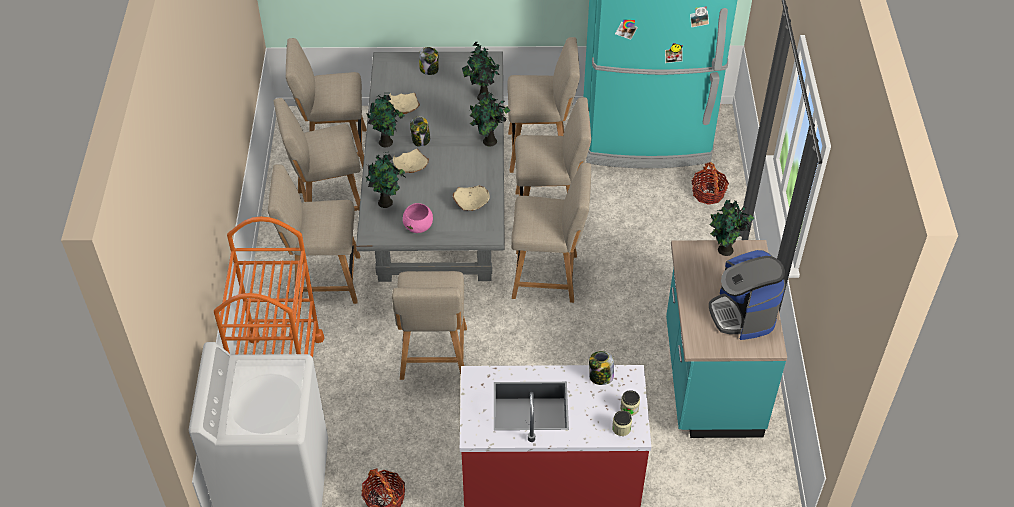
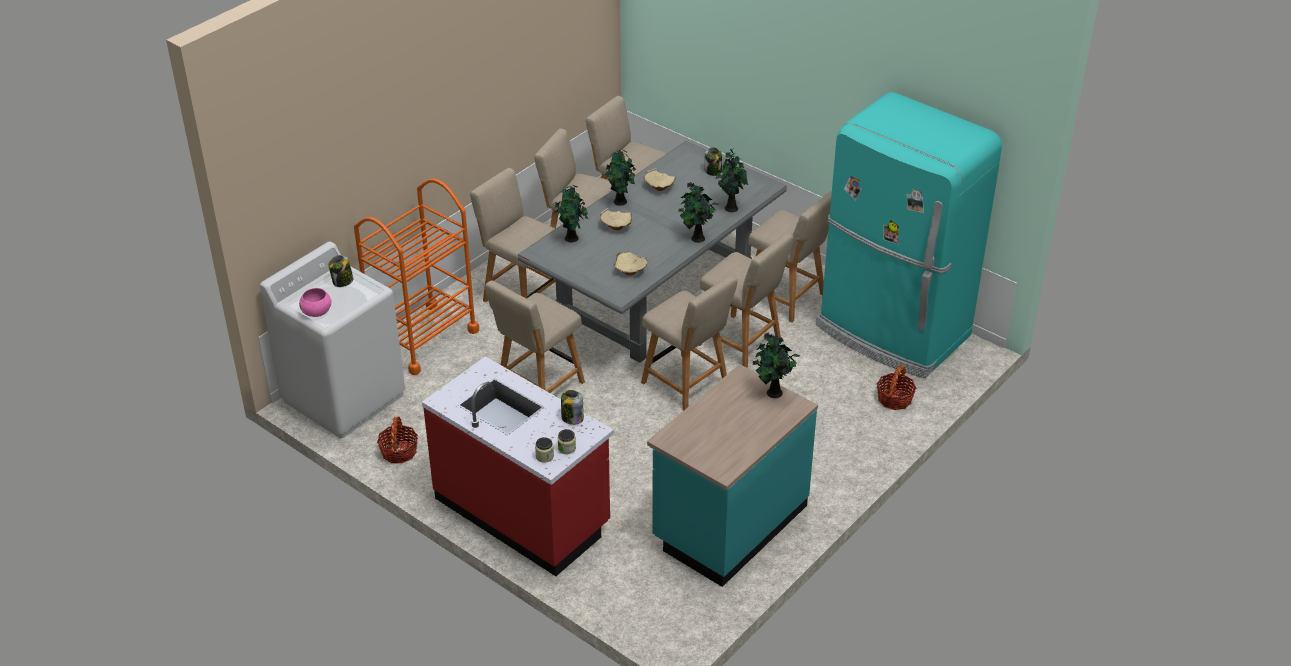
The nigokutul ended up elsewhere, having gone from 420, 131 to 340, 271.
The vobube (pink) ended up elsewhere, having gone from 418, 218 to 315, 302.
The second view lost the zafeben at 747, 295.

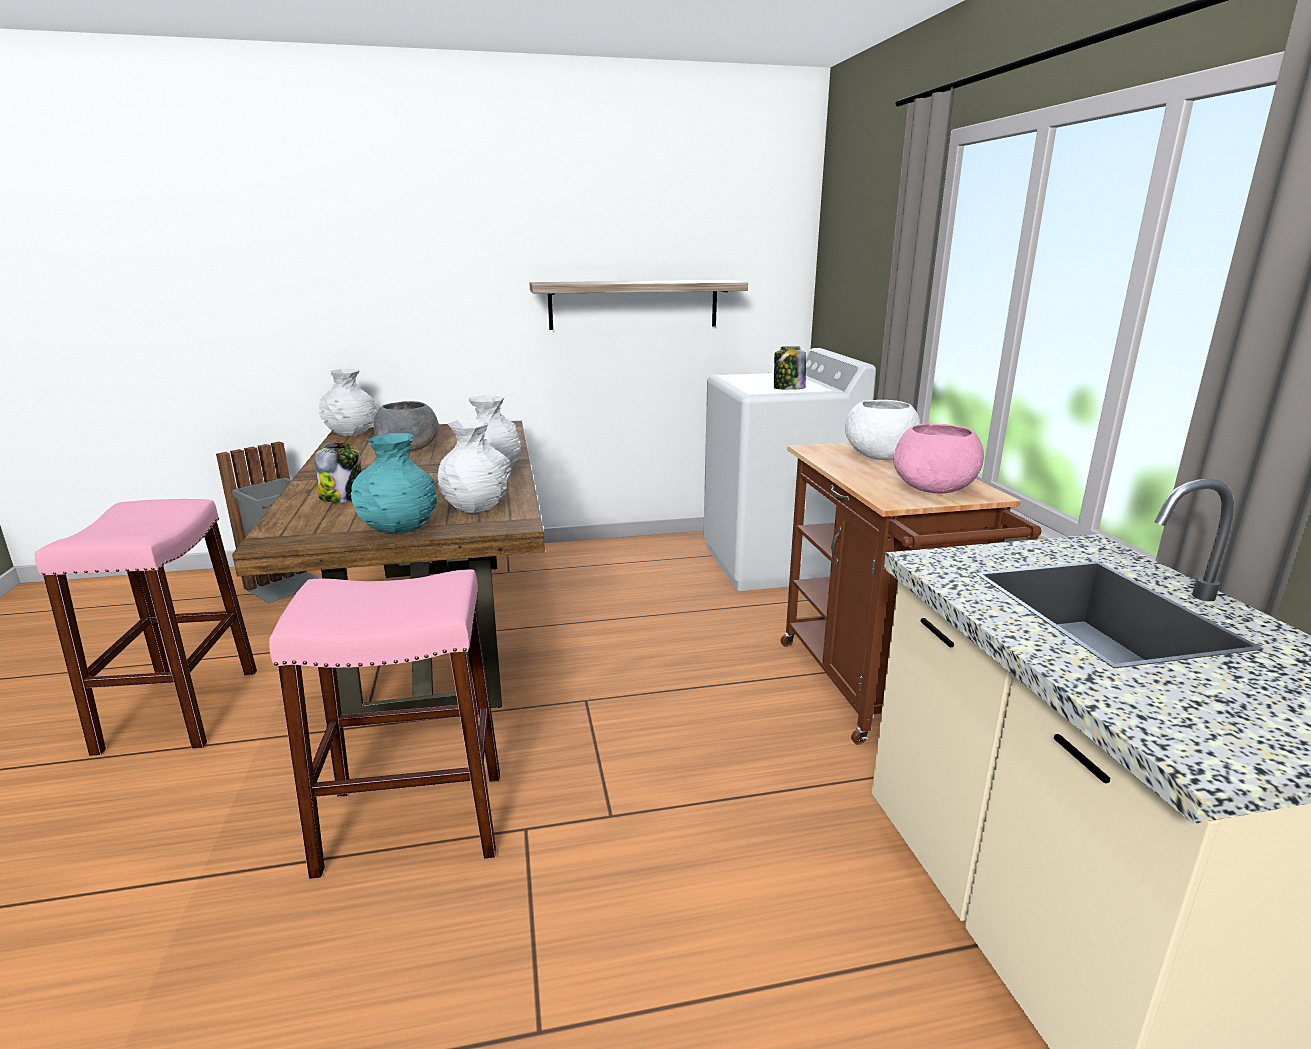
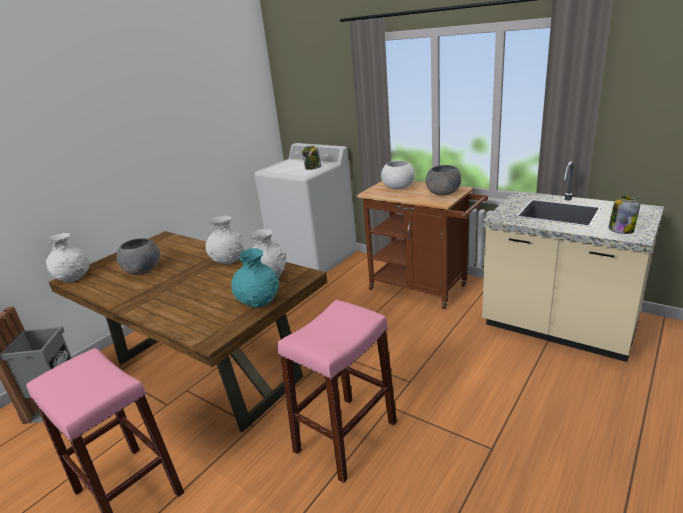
The second view lost the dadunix at 638, 305.
What was the vobube (pink) at 938, 459 turned into the vobube (grey) at 443, 180.
The nigokutul ended up elsewhere, having gone from 338, 472 to 624, 215.

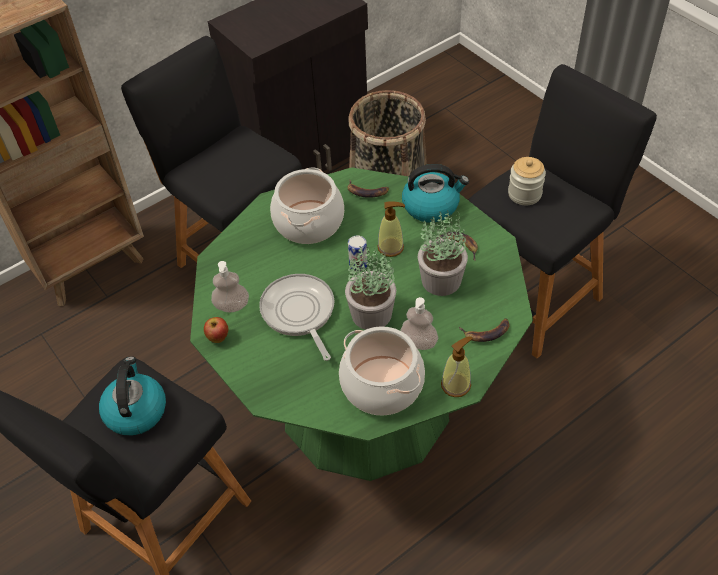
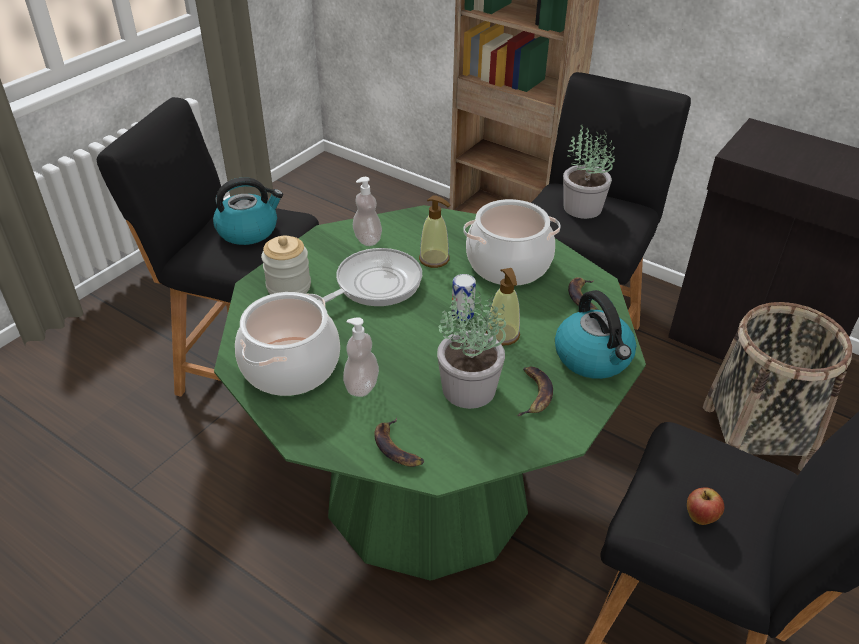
The nigokutul ended up elsewhere, having gone from 527, 181 to 286, 265.
The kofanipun ended up elsewhere, having gone from 370, 288 to 589, 172.
The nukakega ended up elsewhere, having gone from 216, 330 to 705, 506.
The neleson ended up elsewhere, having gone from 457, 366 to 434, 231.

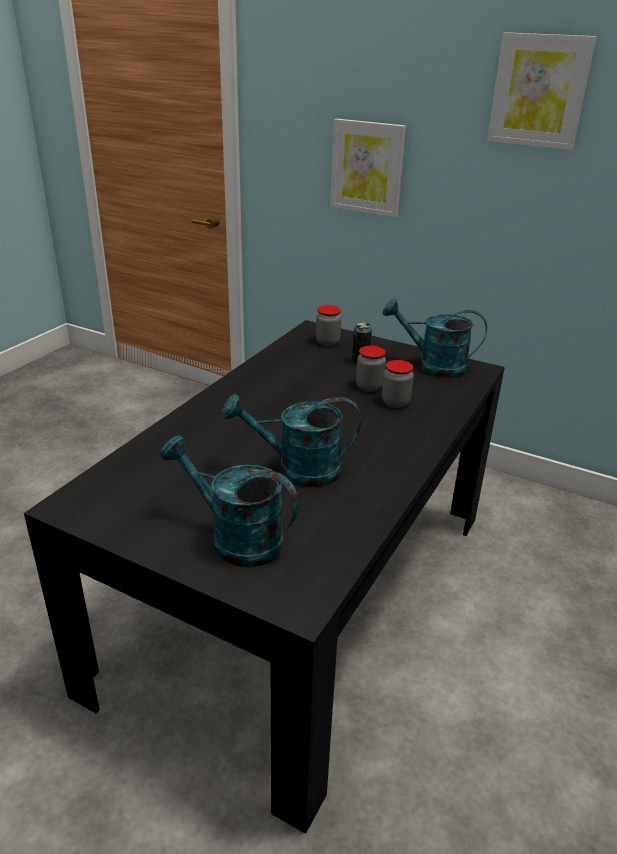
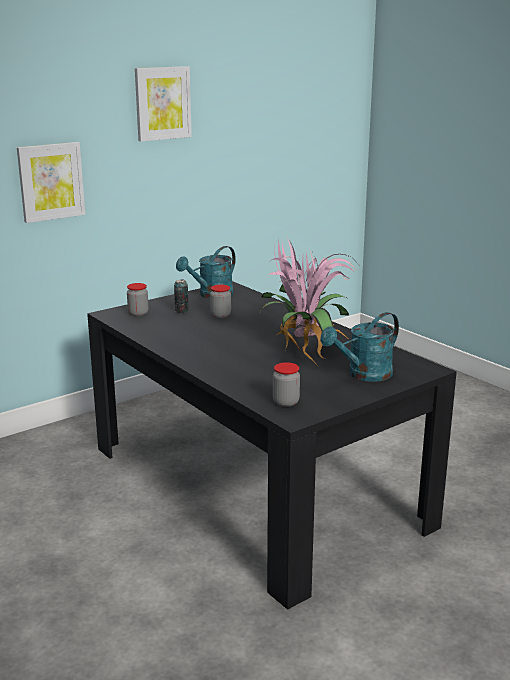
The nigokutul ended up elsewhere, having gone from 398, 384 to 286, 384.
Where the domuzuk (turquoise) stood at 291, 440, the kofanipun came to stand at 308, 301.

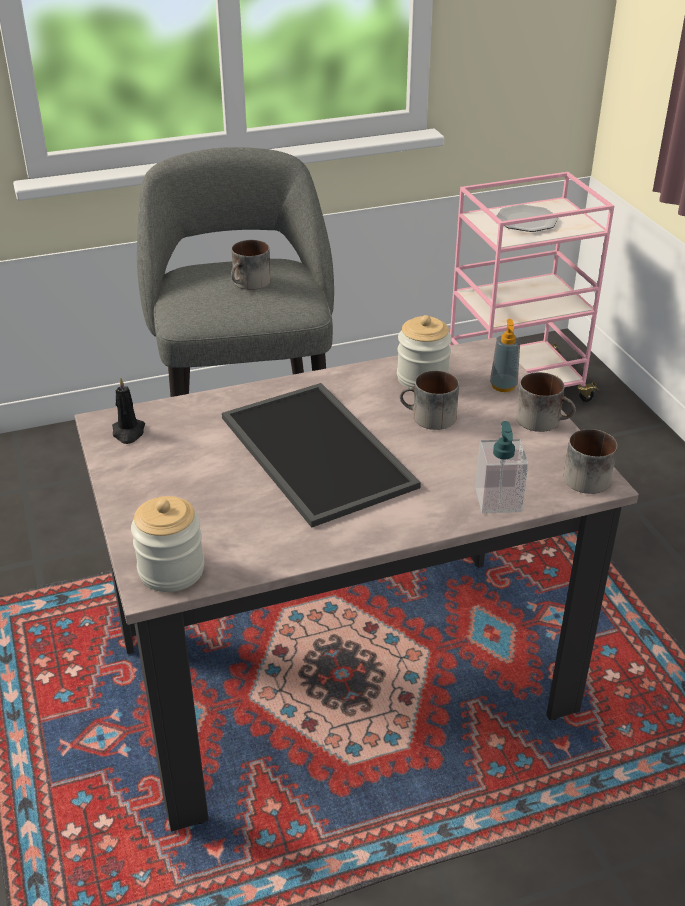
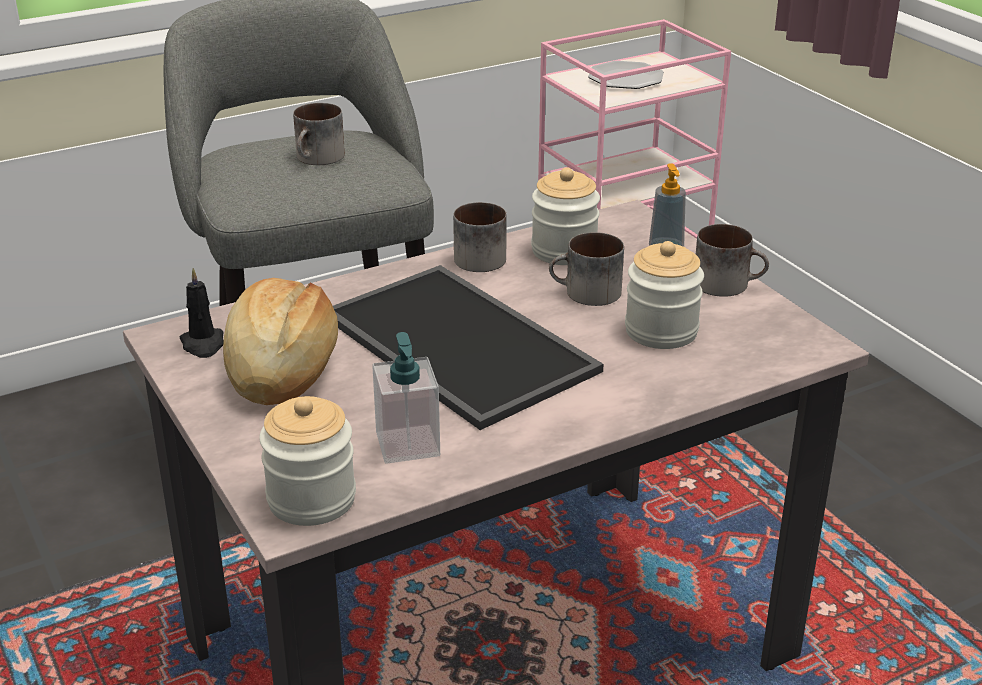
The neleson ended up elsewhere, having gone from 501, 467 to 406, 398.
The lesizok ended up elsewhere, having gone from 590, 461 to 480, 237.
The second view gained the nigokutul at 664, 295.
The second view gained the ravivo at 280, 341.

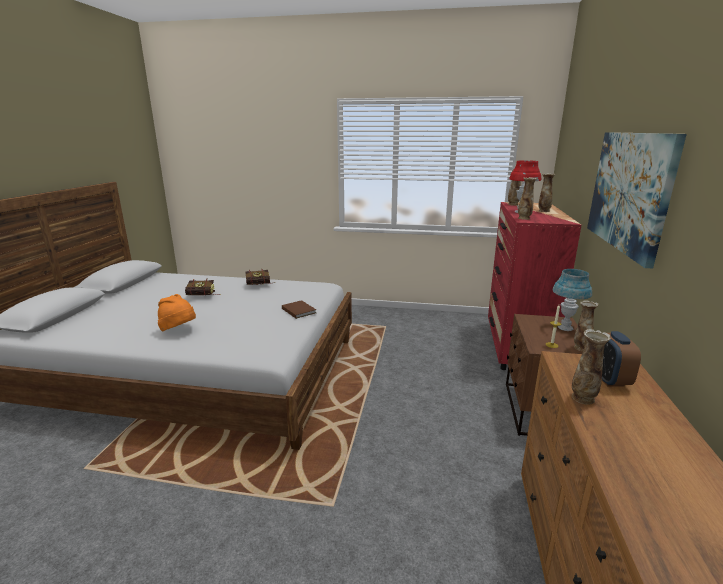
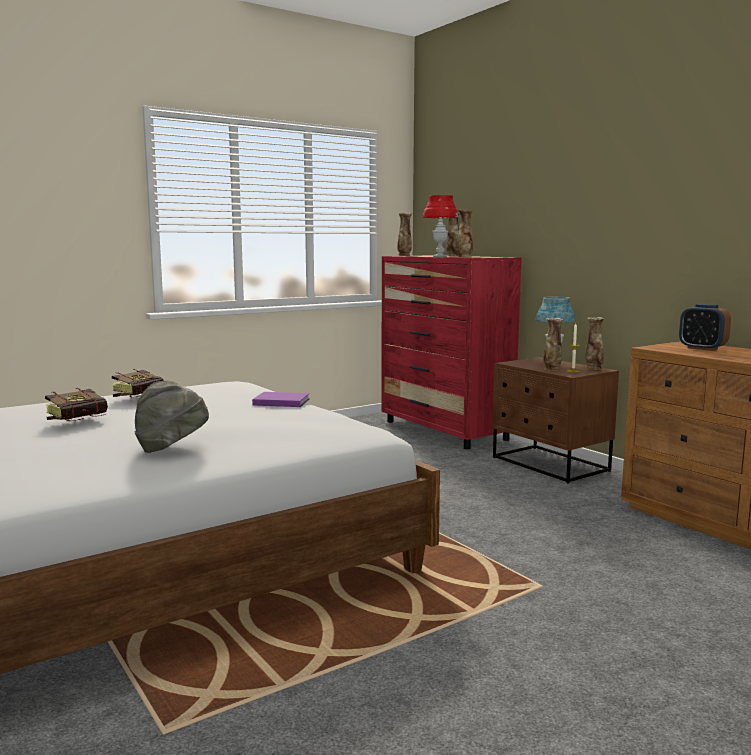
The second view lost the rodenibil at 637, 200.
What was the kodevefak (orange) at 177, 313 turned into the kodevefak (grey) at 172, 417.
What was the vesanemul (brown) at 299, 309 turned into the vesanemul (purple) at 281, 399.
The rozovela ended up elsewhere, having gone from 591, 367 to 553, 344.

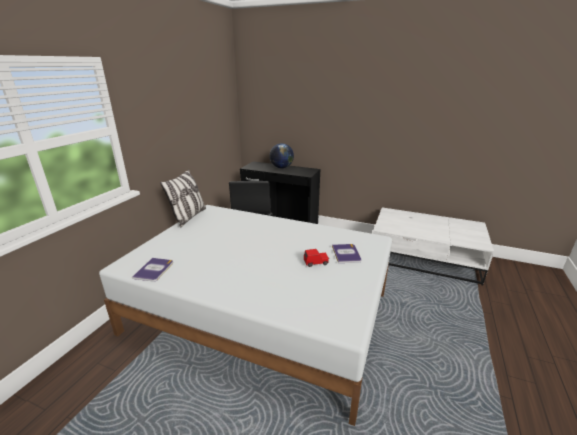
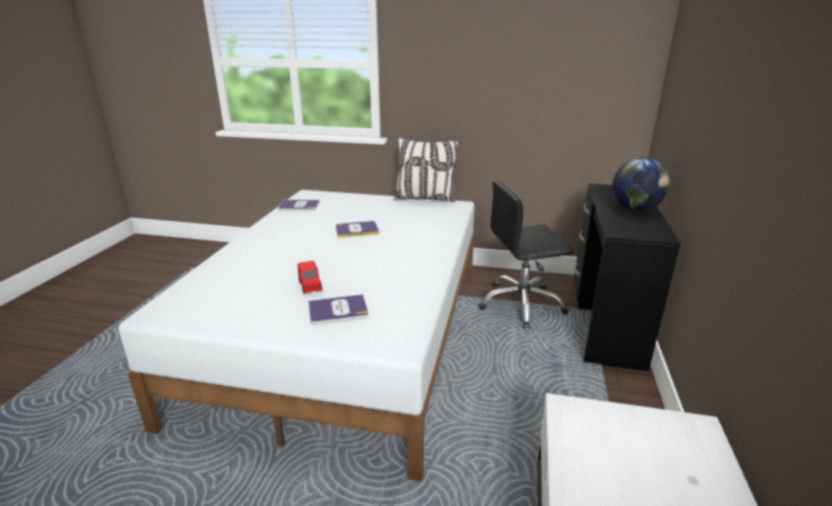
The second view gained the vesanemul at 357, 229.

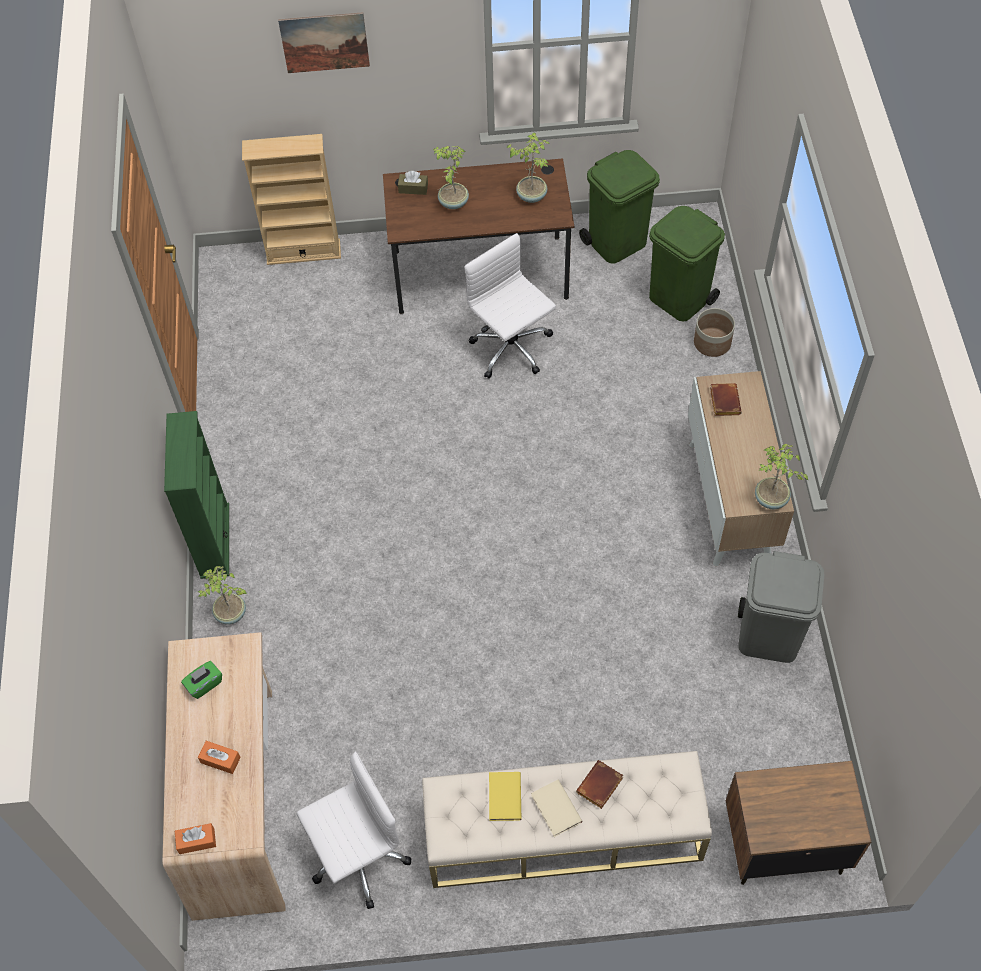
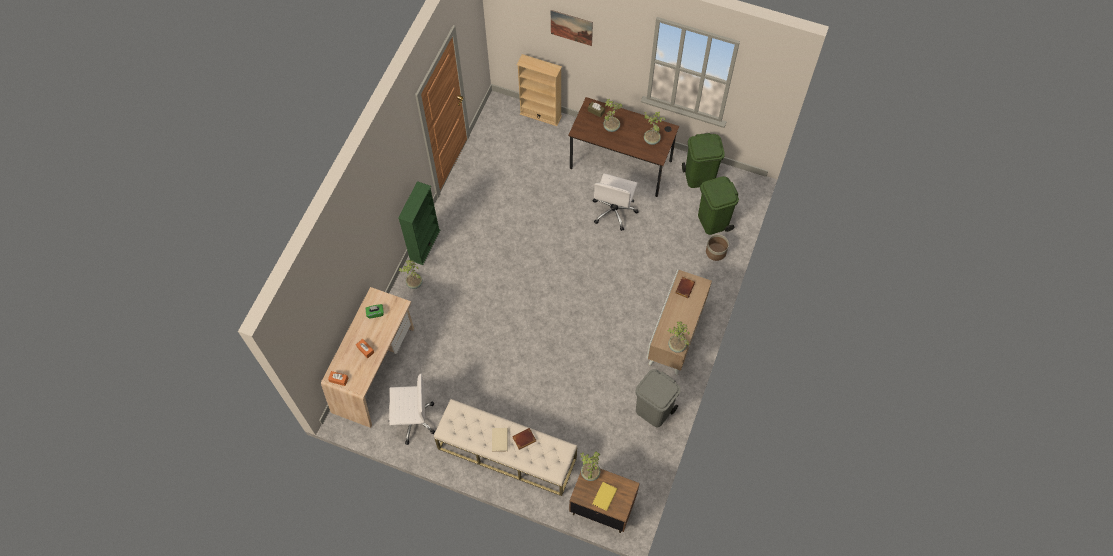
The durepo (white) at 510, 306 ended up facing another way, 150 degrees counterclockwise from before.
The vesanemul (yellow) ended up elsewhere, having gone from 505, 796 to 604, 496.
The second view gained the kofanipun at 590, 466.

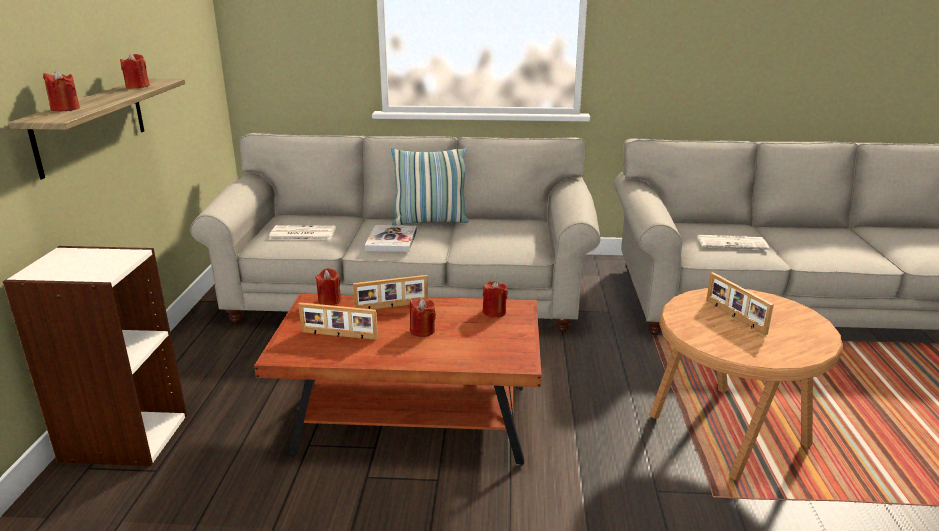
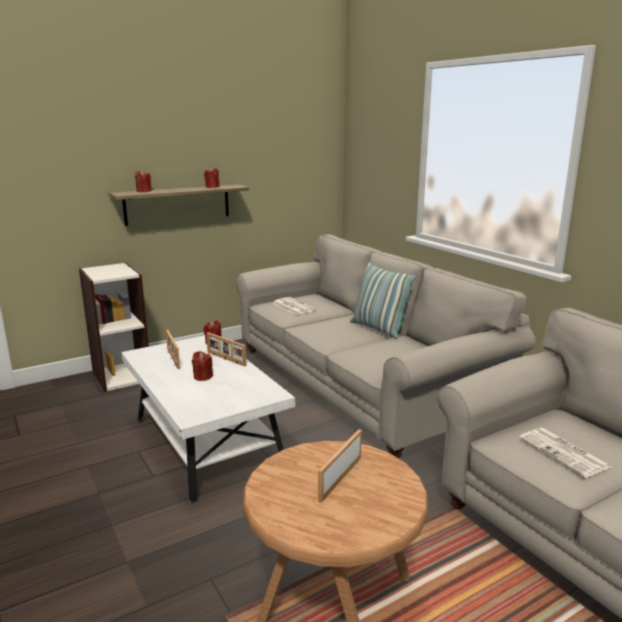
The second view lost the vesanemul at 391, 238.
The second view lost the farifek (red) at 495, 299.
What was the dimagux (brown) at 398, 380 turned into the dimagux (white) at 208, 419.

